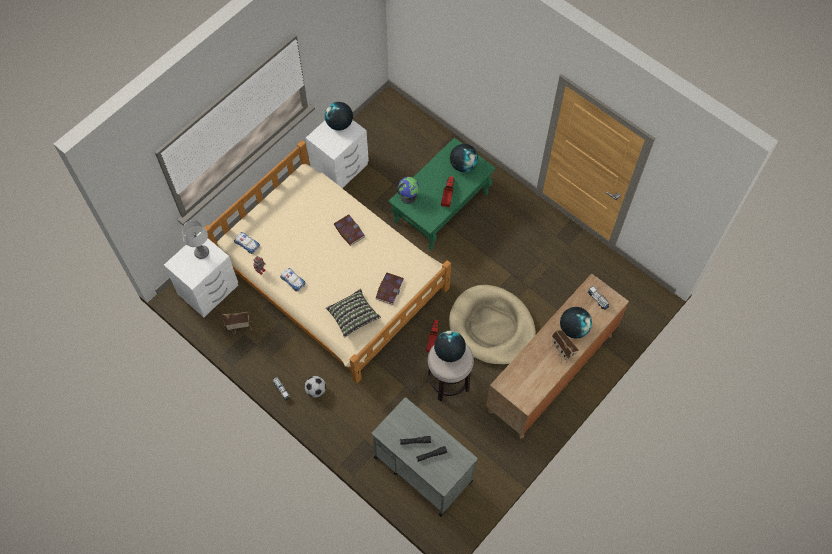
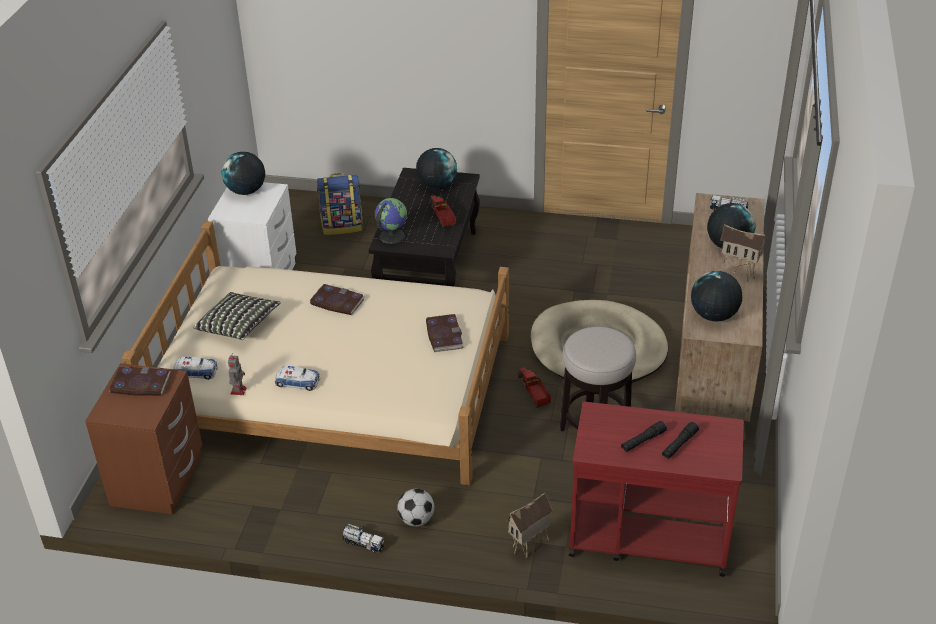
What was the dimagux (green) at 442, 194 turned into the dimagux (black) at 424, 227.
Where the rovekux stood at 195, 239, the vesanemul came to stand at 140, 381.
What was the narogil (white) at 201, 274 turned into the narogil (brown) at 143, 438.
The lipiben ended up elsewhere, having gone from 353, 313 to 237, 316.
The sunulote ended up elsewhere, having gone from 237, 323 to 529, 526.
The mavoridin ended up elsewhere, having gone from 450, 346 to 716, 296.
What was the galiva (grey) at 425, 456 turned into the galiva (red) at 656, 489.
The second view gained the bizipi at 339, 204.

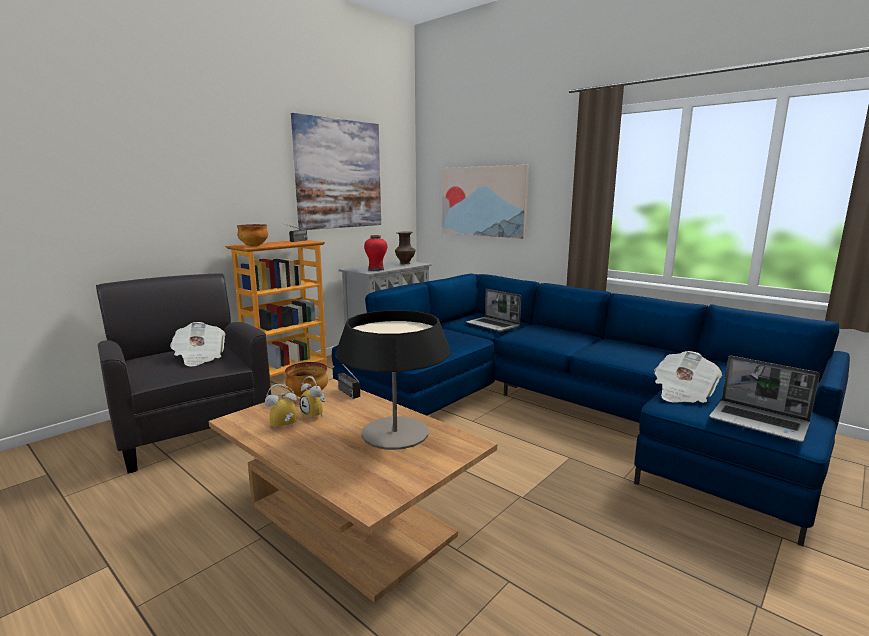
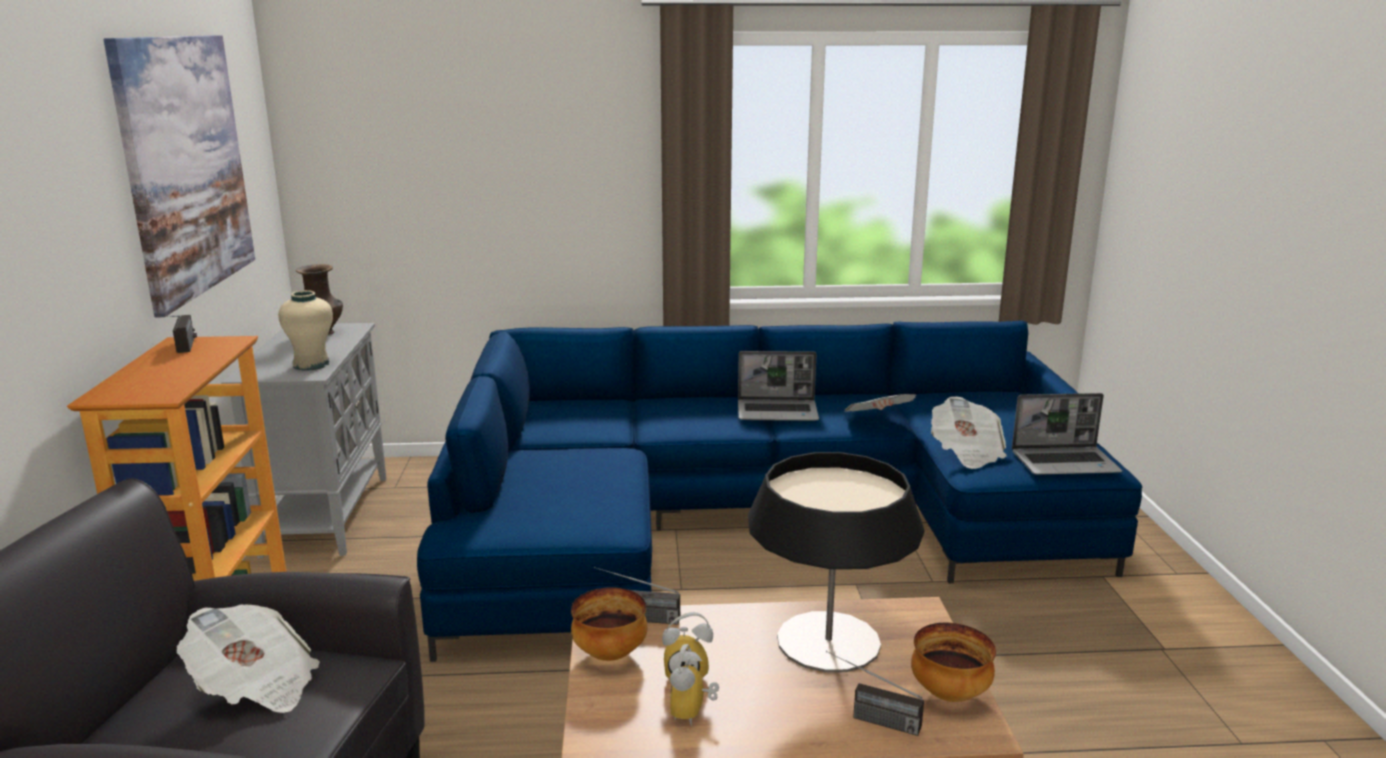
The second view lost the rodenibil at 485, 202.
The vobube ended up elsewhere, having gone from 252, 235 to 953, 662.
What was the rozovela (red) at 375, 253 turned into the rozovela (beige) at 305, 330.
The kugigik ended up elsewhere, having gone from 493, 310 to 778, 386.
The second view gained the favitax at 880, 403.
The second view gained the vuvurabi at 875, 693.

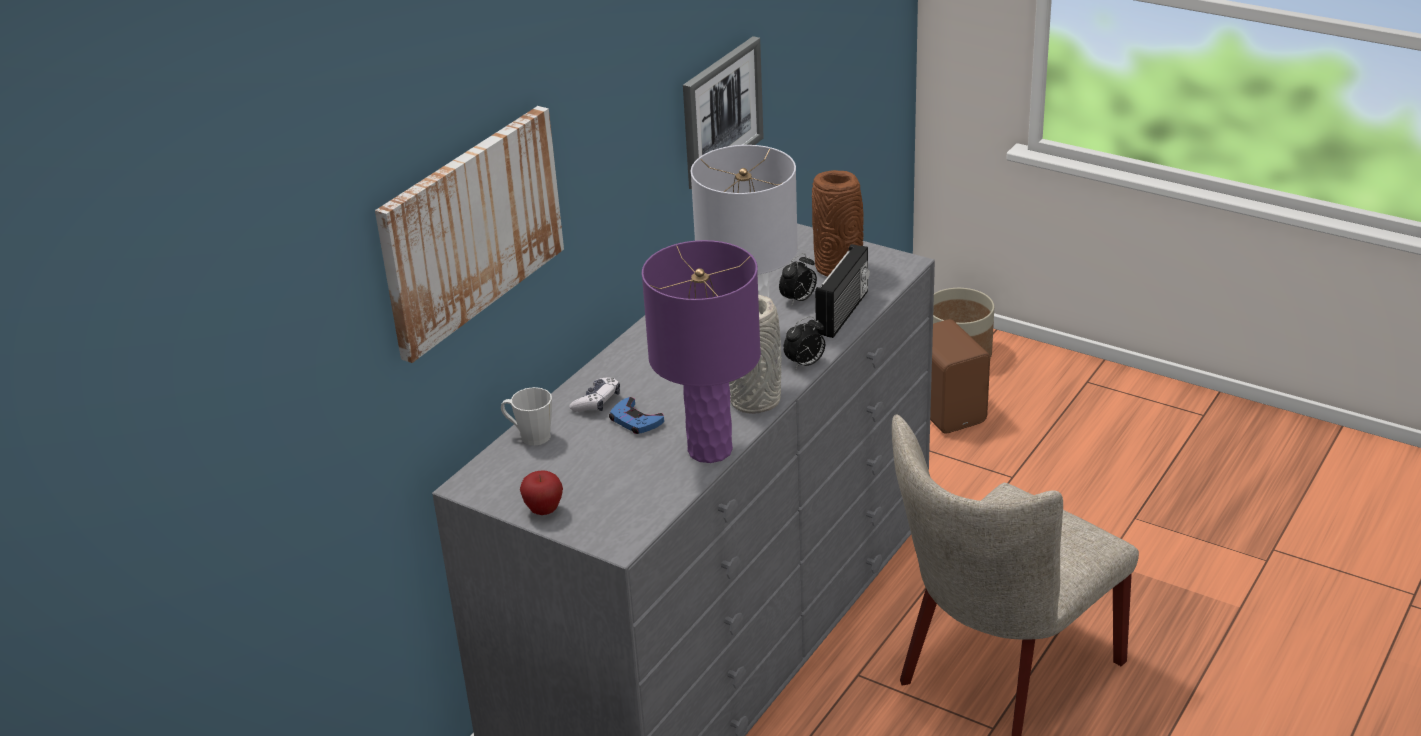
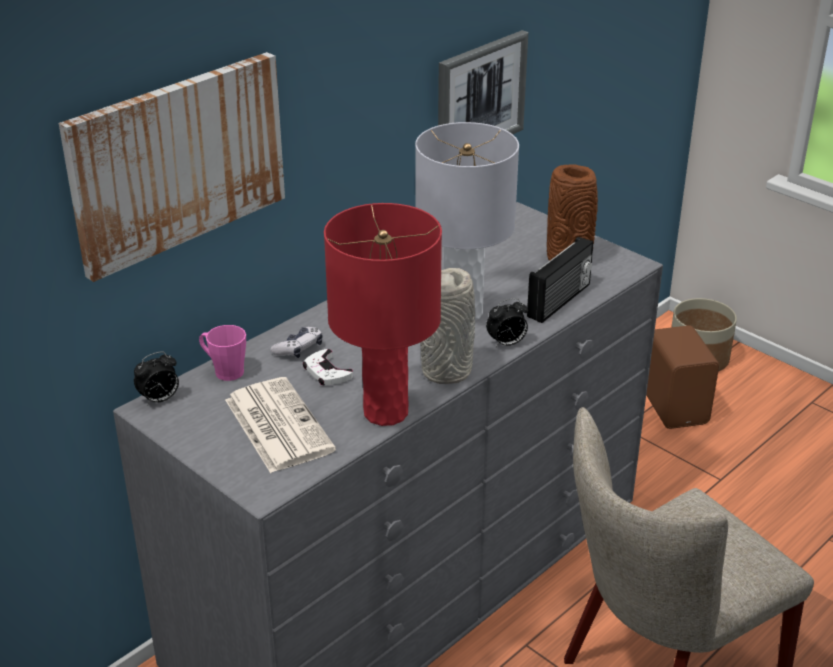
What was the rovekux (purple) at 701, 351 turned into the rovekux (red) at 383, 314.
The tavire ended up elsewhere, having gone from 798, 279 to 156, 378.
What was the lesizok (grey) at 526, 416 turned into the lesizok (pink) at 222, 353.
What was the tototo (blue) at 636, 415 turned into the tototo (white) at 328, 367.
The second view lost the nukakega at 541, 493.
The second view gained the favitax at 280, 425.

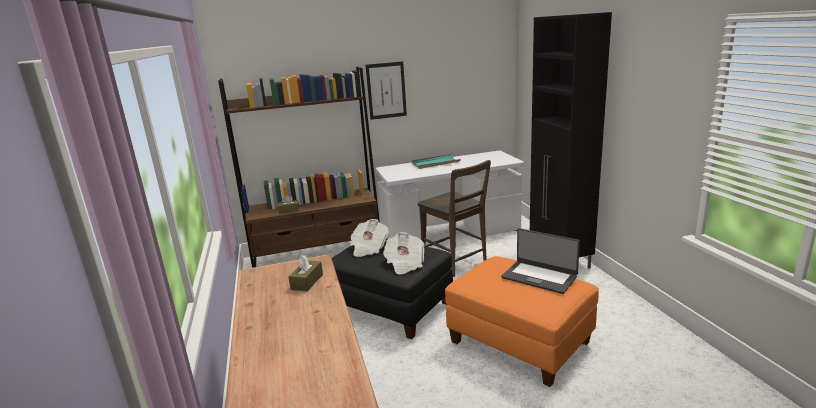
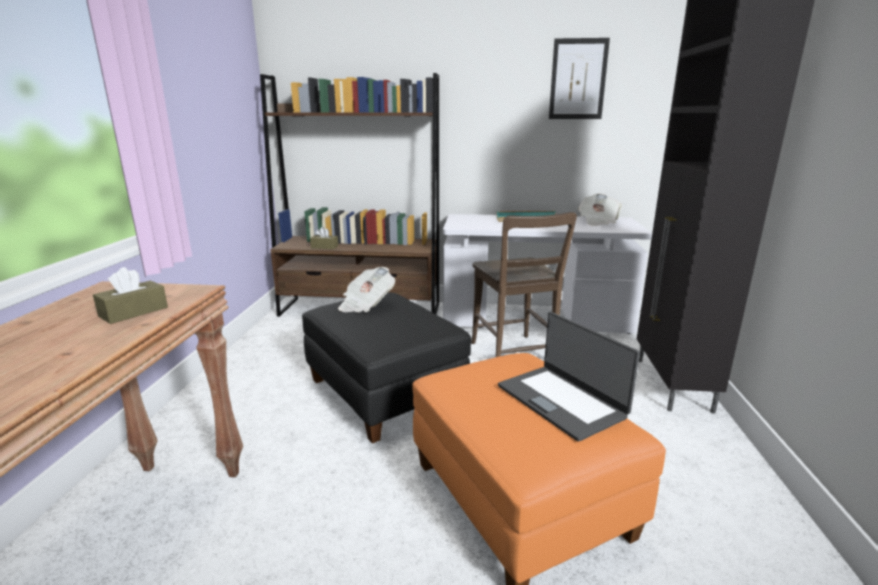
The rodenibil ended up elsewhere, having gone from 386, 90 to 579, 78.
The favitax ended up elsewhere, having gone from 404, 253 to 600, 210.

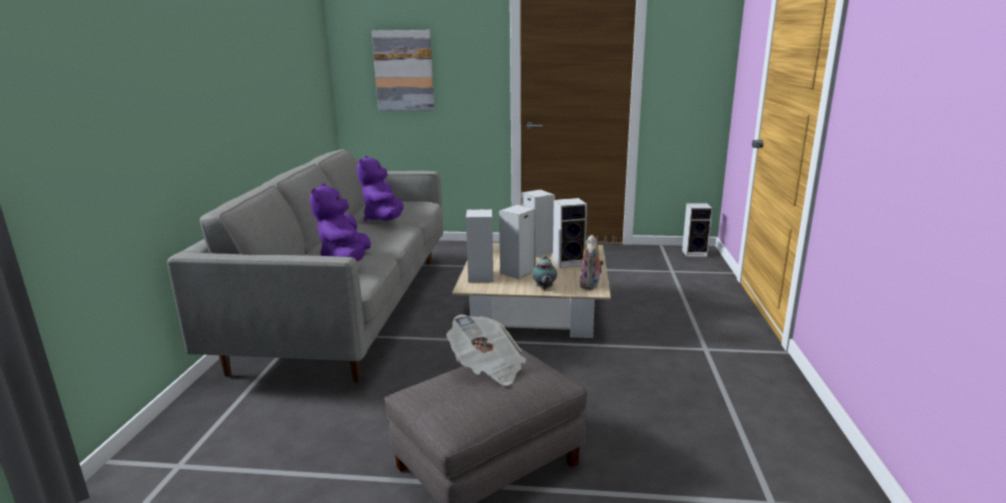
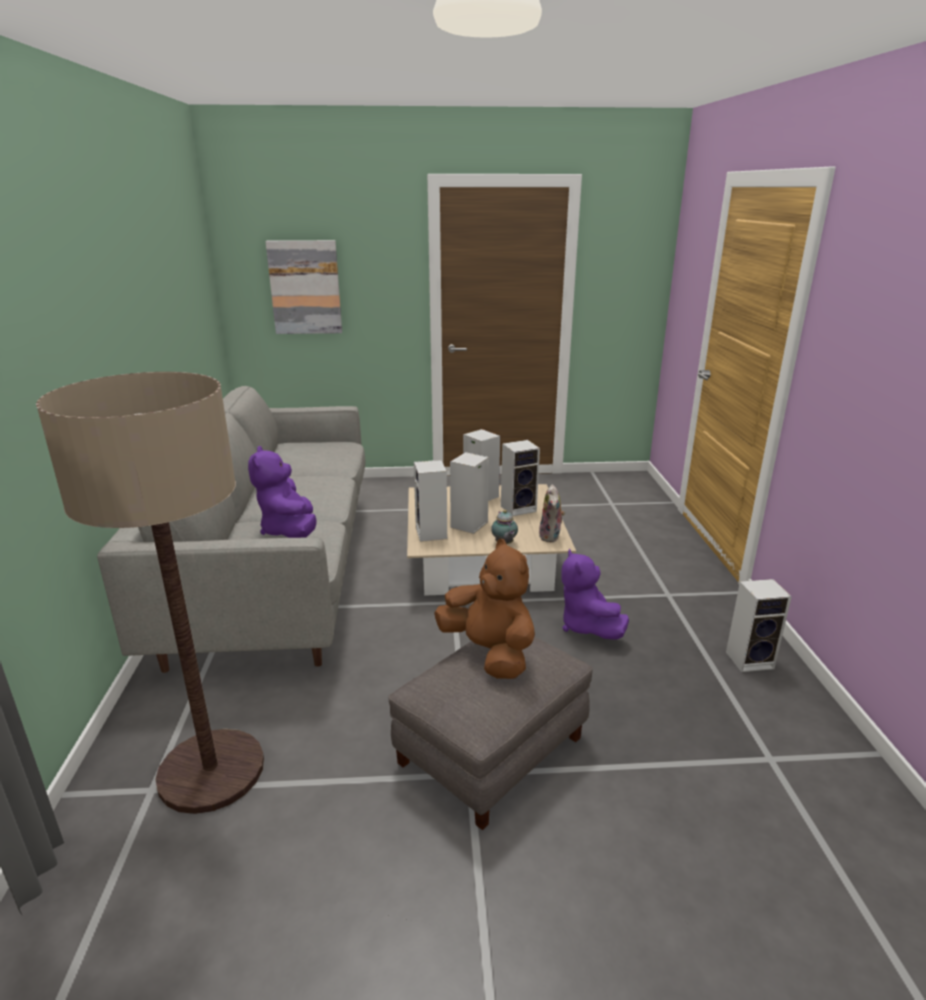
The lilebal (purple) ended up elsewhere, having gone from 380, 188 to 595, 594.
The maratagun ended up elsewhere, having gone from 697, 230 to 759, 625.
Where the favitax stood at 486, 350, the lilebal (brown) came to stand at 484, 609.
The second view gained the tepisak at 150, 593.

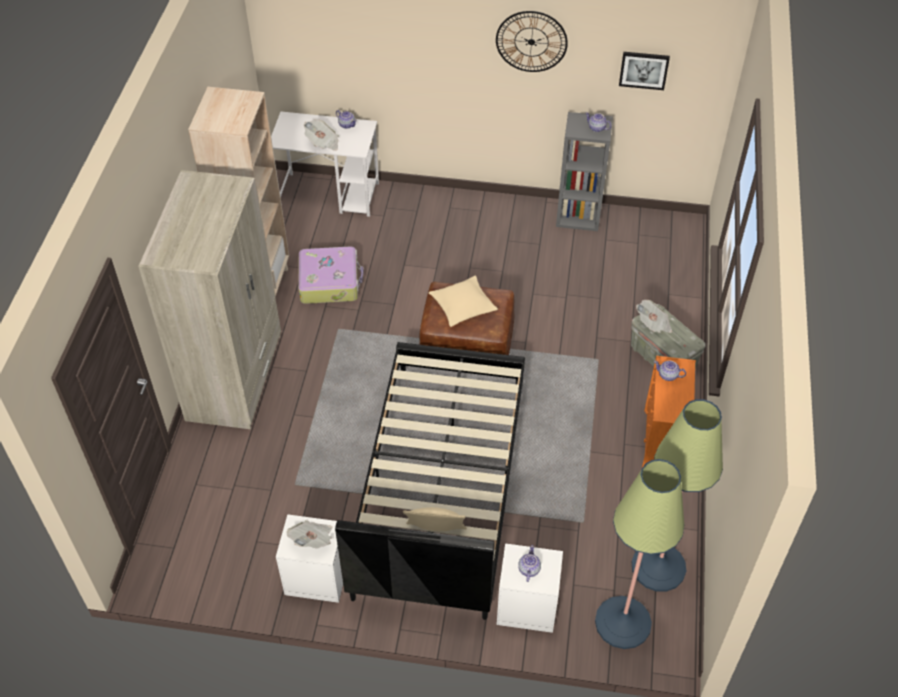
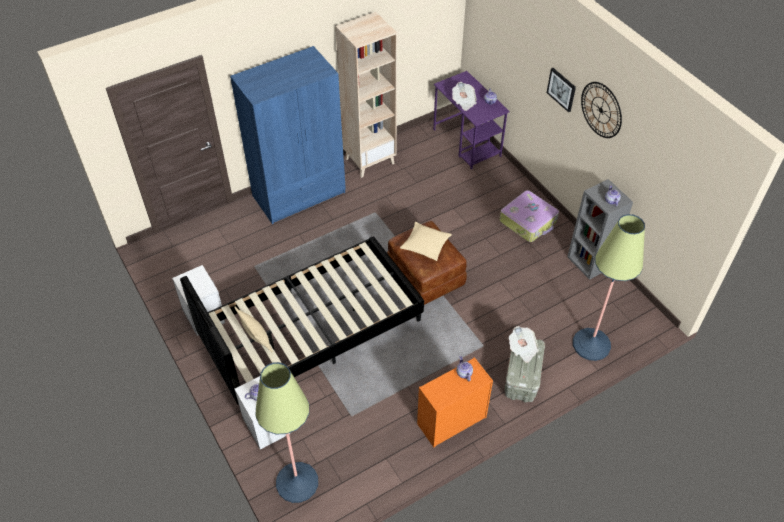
The rodenibil ended up elsewhere, having gone from 644, 71 to 561, 90.
What was the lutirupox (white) at 325, 164 turned into the lutirupox (purple) at 471, 120.
What was the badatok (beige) at 209, 299 turned into the badatok (blue) at 288, 135.
The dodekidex ended up elsewhere, having gone from 331, 275 to 529, 216.
The tepisak ended up elsewhere, having gone from 677, 495 to 609, 287.
The second view lost the favitax at 309, 534.

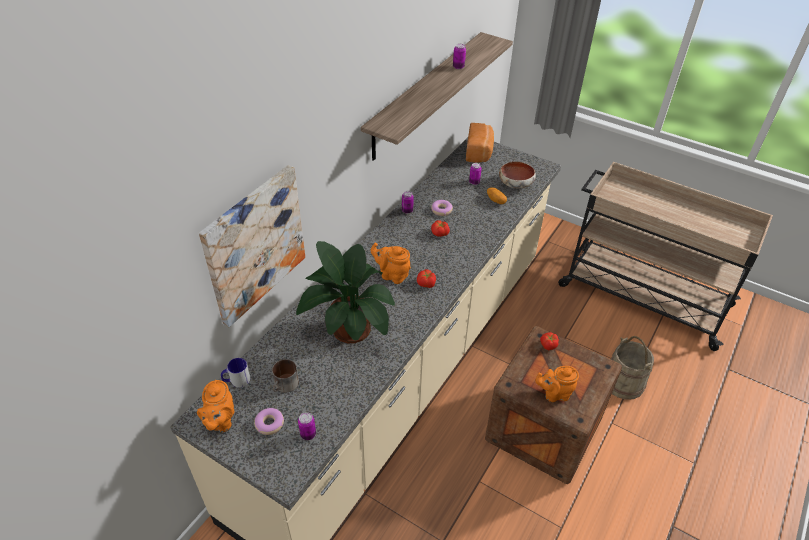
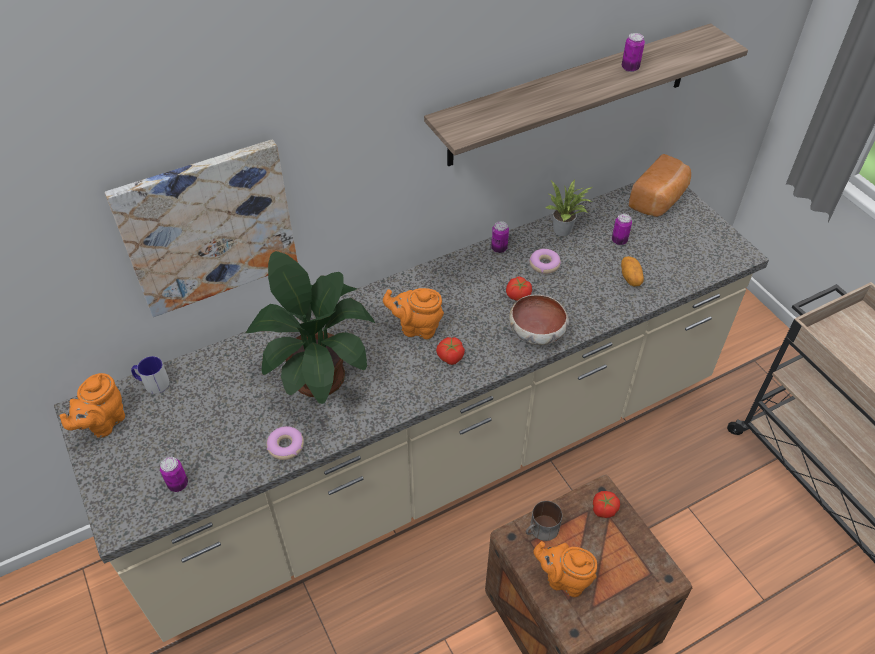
The vobube ended up elsewhere, having gone from 517, 174 to 539, 320.
The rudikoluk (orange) at 390, 263 ended up facing another way, 45 degrees counterclockwise from before.
The second view lost the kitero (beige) at 632, 368.
The lesizok ended up elsewhere, having gone from 285, 376 to 544, 521.
The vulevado ended up elsewhere, having gone from 269, 421 to 285, 443.
The second view gained the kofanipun at 569, 207.

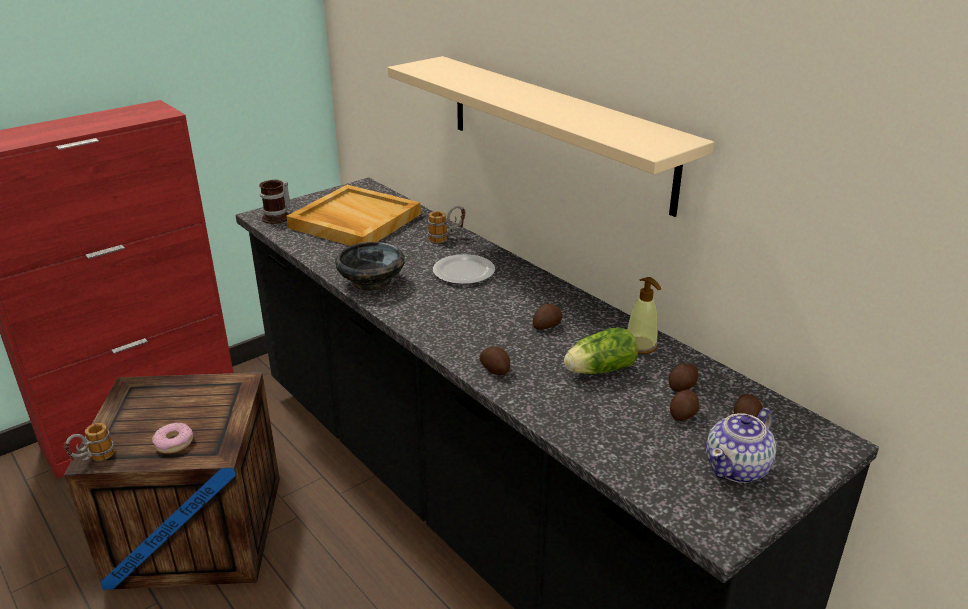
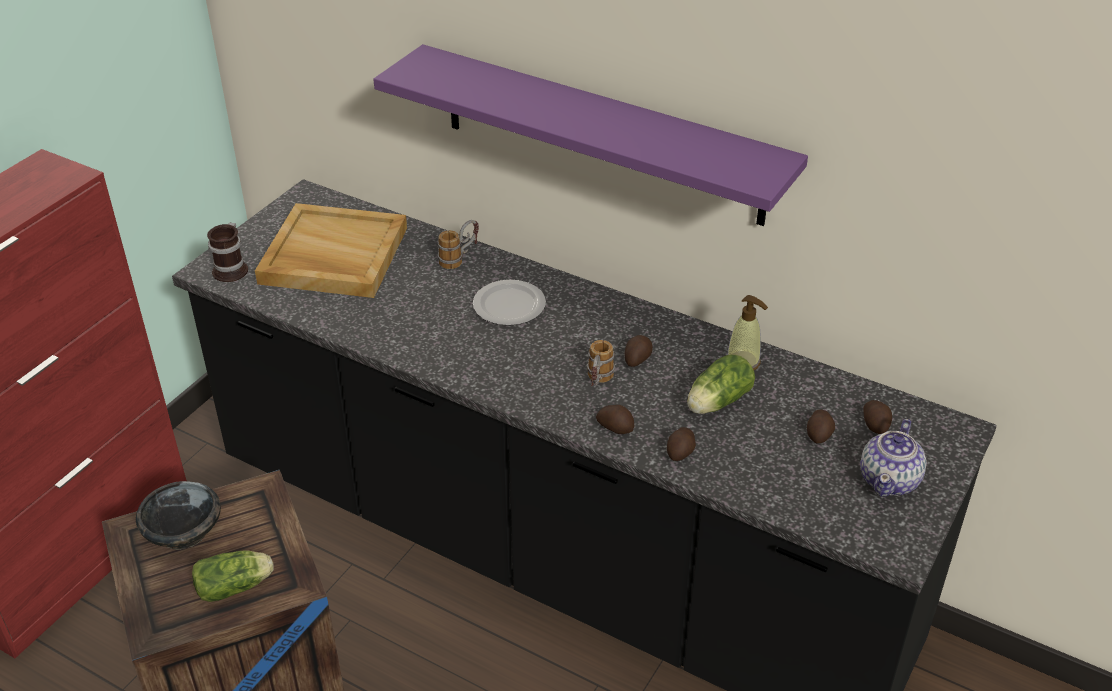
What was the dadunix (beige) at 551, 136 turned into the dadunix (purple) at 590, 135.
The vobube (black) ended up elsewhere, having gone from 370, 266 to 178, 515.
The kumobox ended up elsewhere, having gone from 683, 377 to 681, 444.
The lesizok ended up elsewhere, having gone from 89, 442 to 601, 363.
Where the vulevado stood at 172, 438, the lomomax came to stand at 233, 576.

